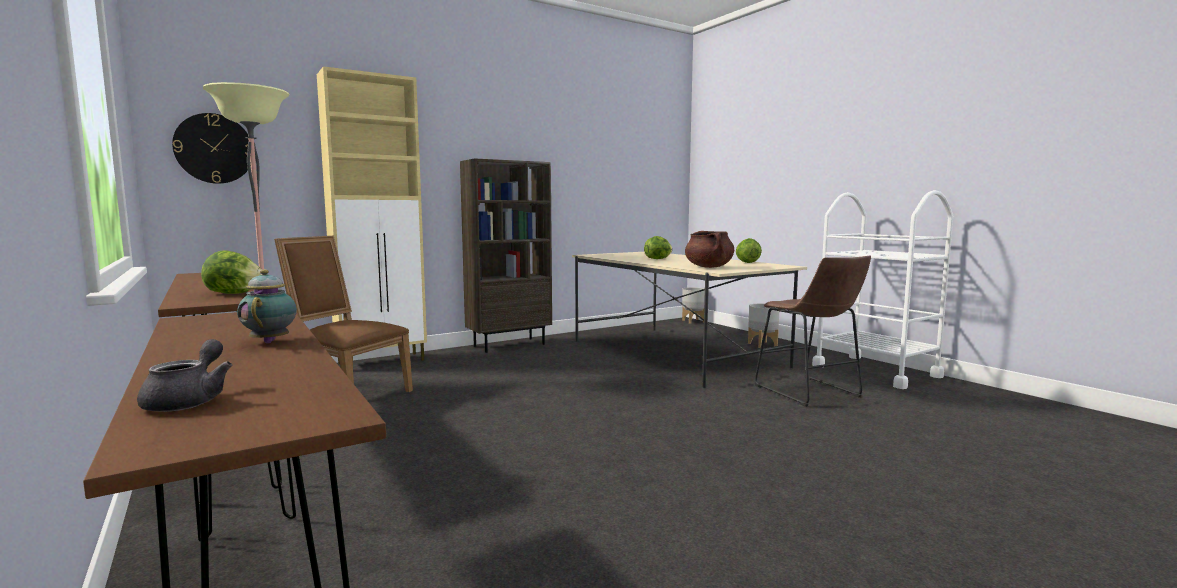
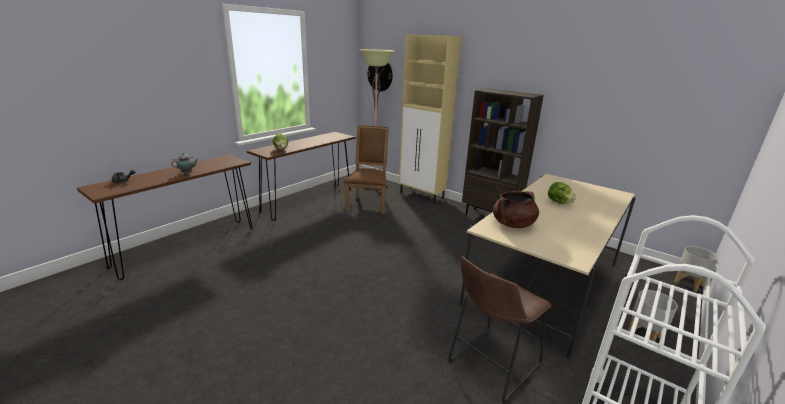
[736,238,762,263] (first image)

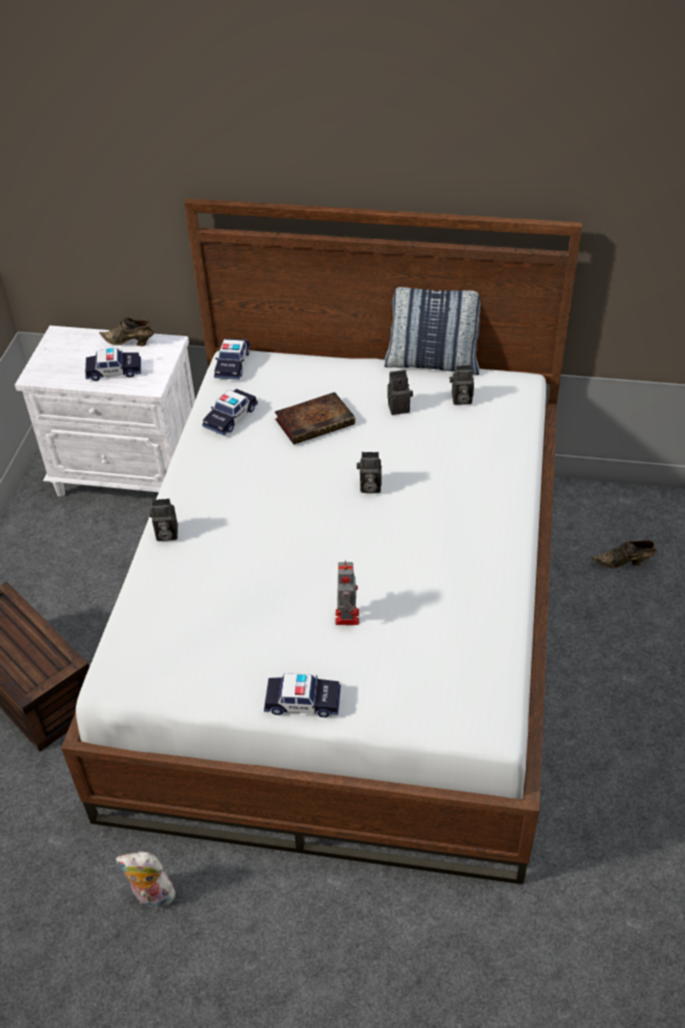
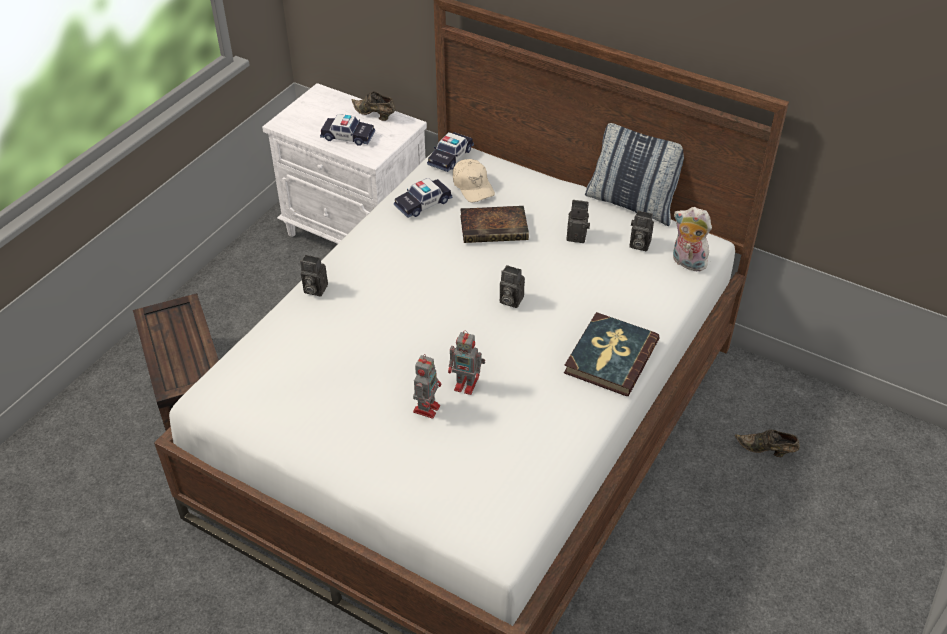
[264,673,341,717] (first image)
[448,330,485,395]
[453,159,495,202]
[564,312,659,396]
[673,207,712,271]

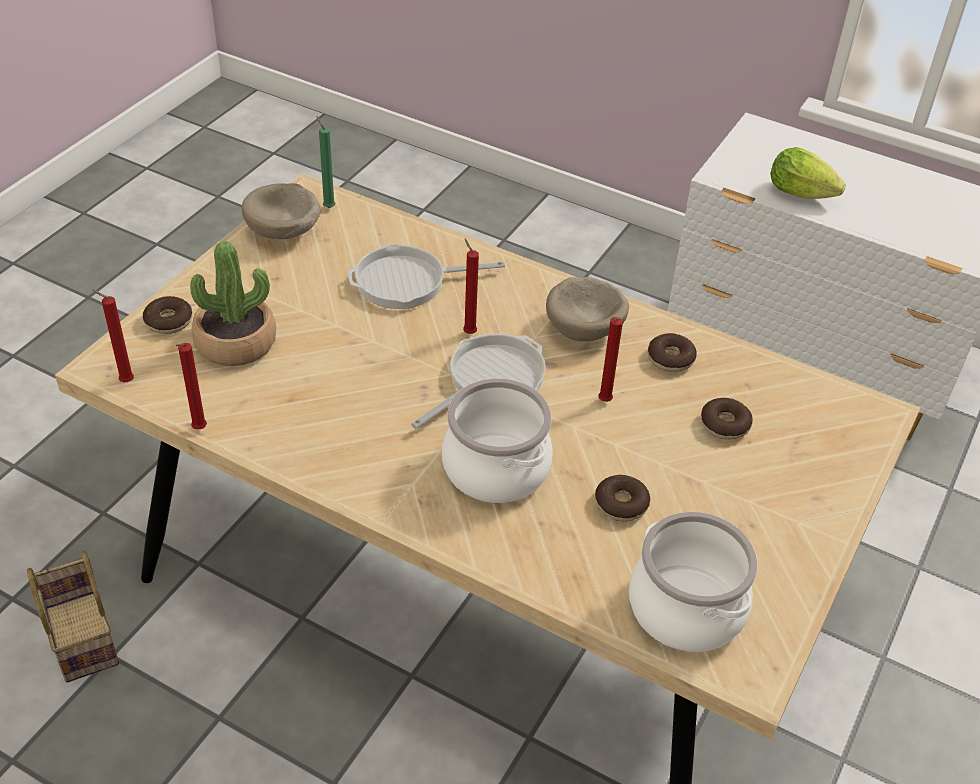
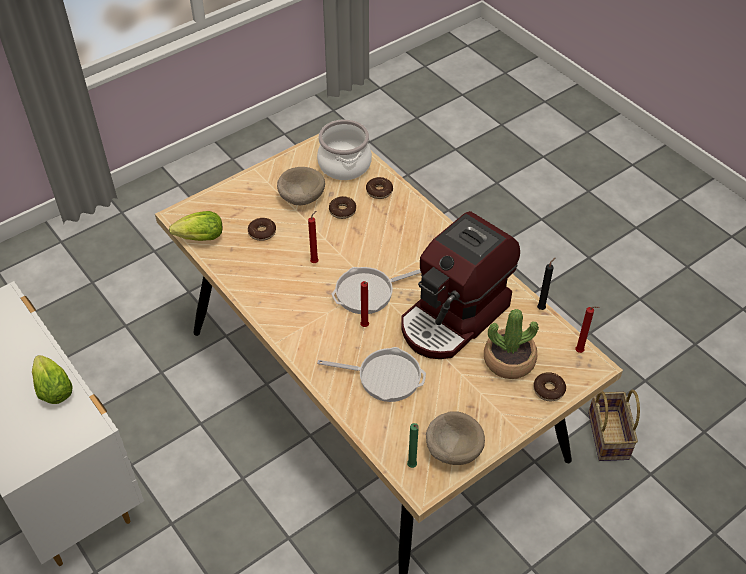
[442,378,553,503] (first image)
[169,211,223,241]
[401,211,520,359]
[277,167,325,205]
[366,177,393,199]
[537,257,556,310]

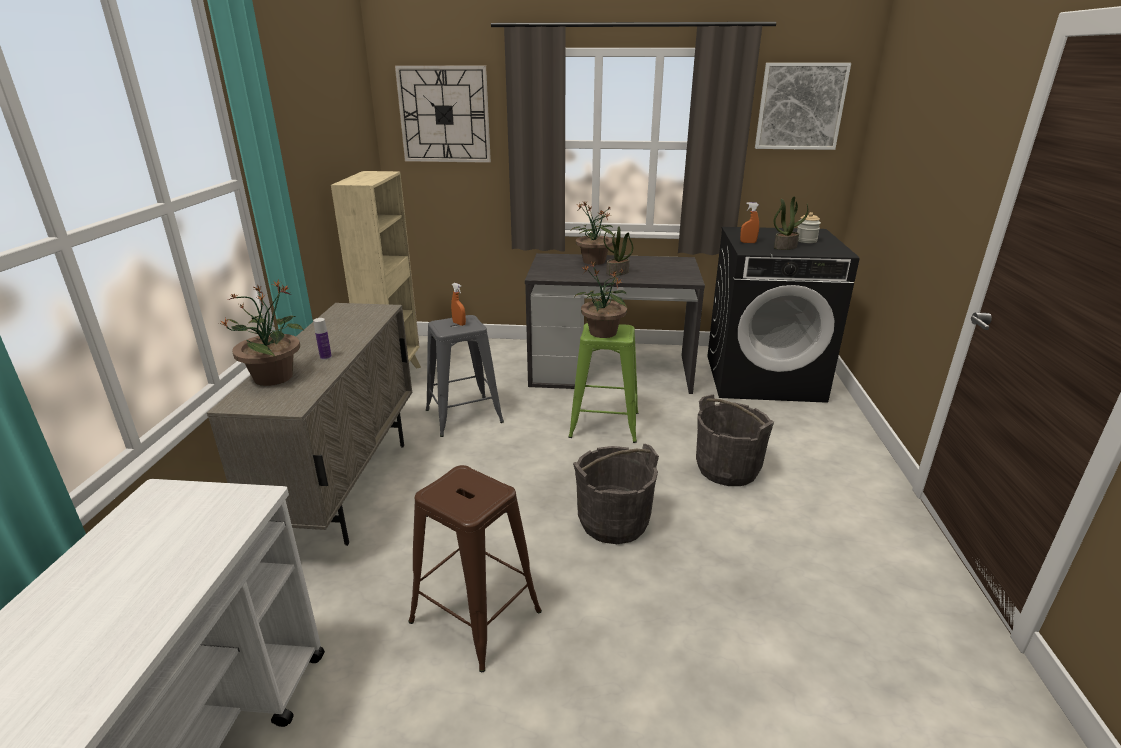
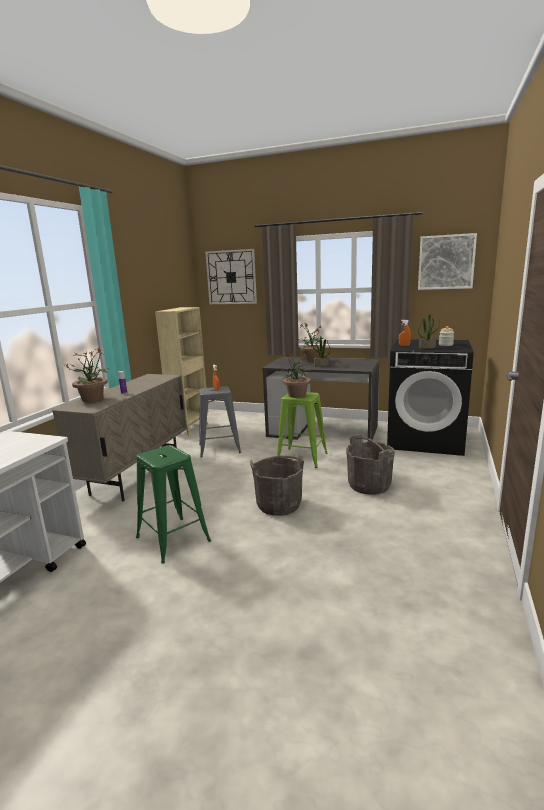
[136,445,211,564]

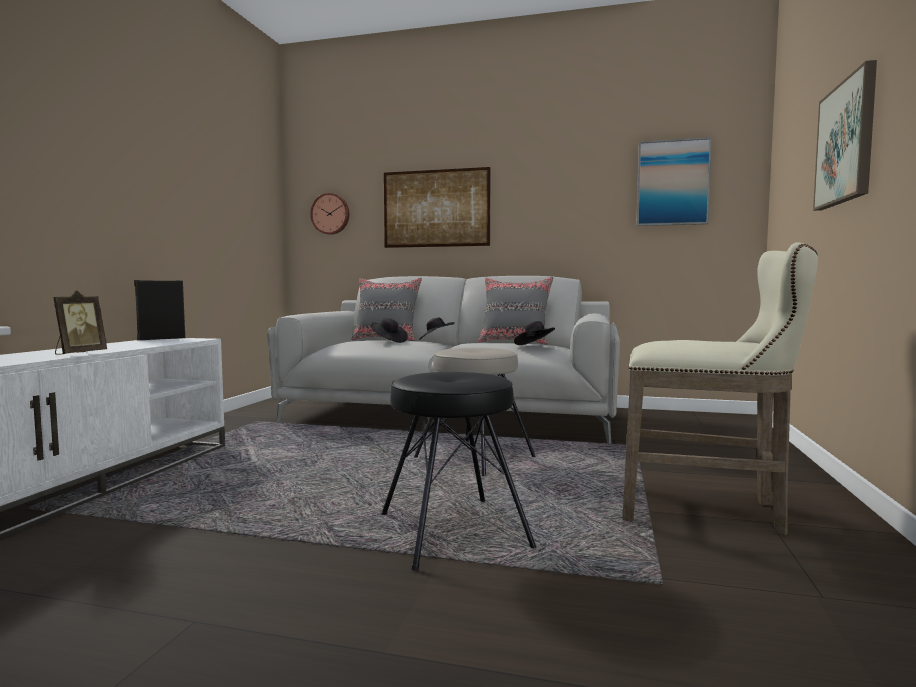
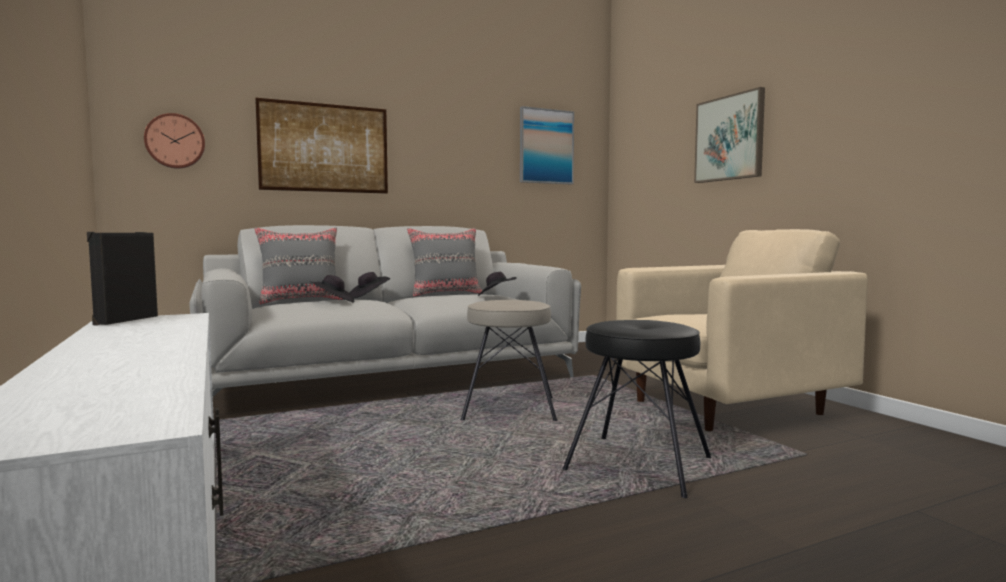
[53,290,107,355] (first image)
[616,229,868,431]

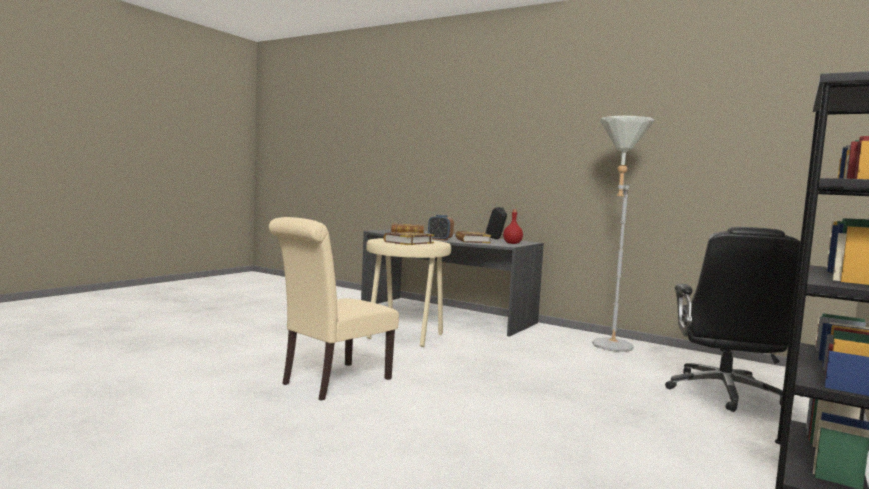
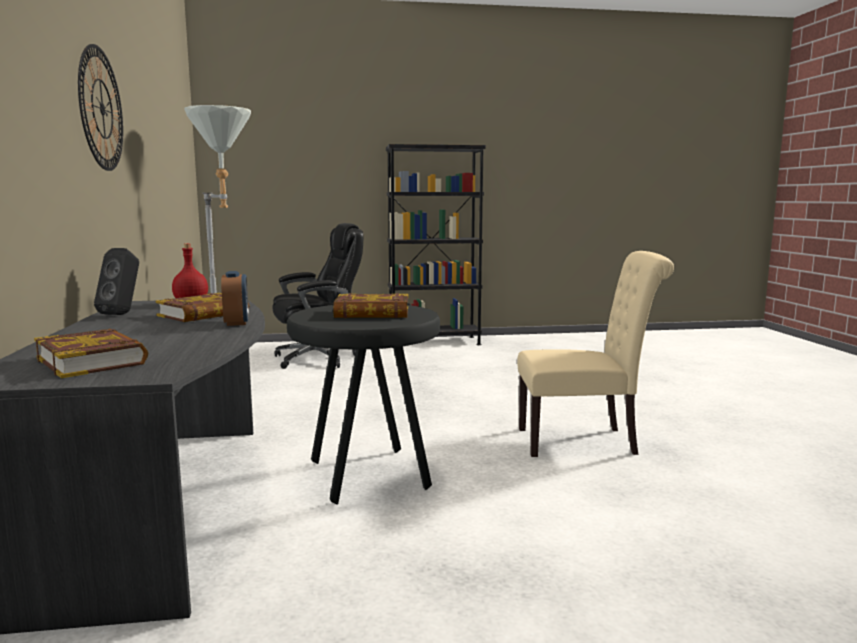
[78,44,123,171]
[287,305,440,505]

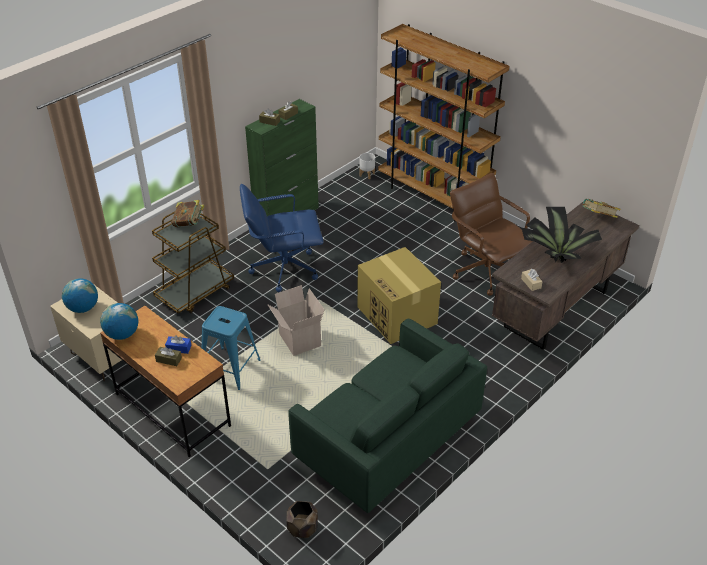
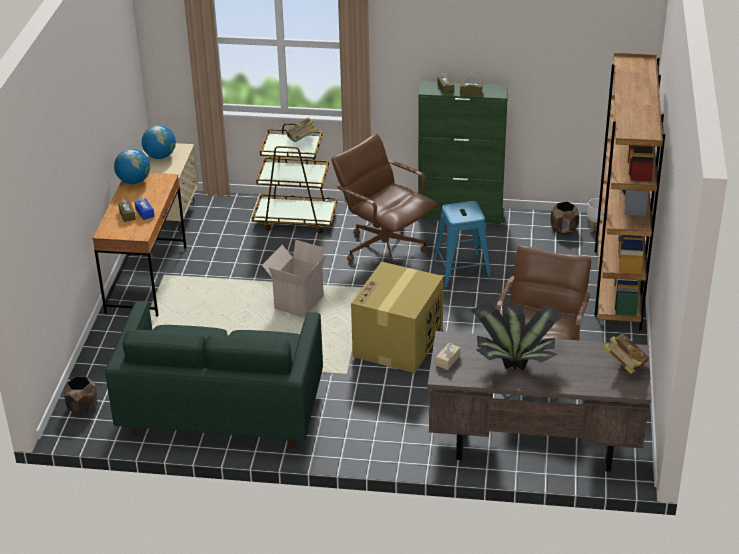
[550,202,579,235]
[433,201,491,288]
[332,134,438,264]

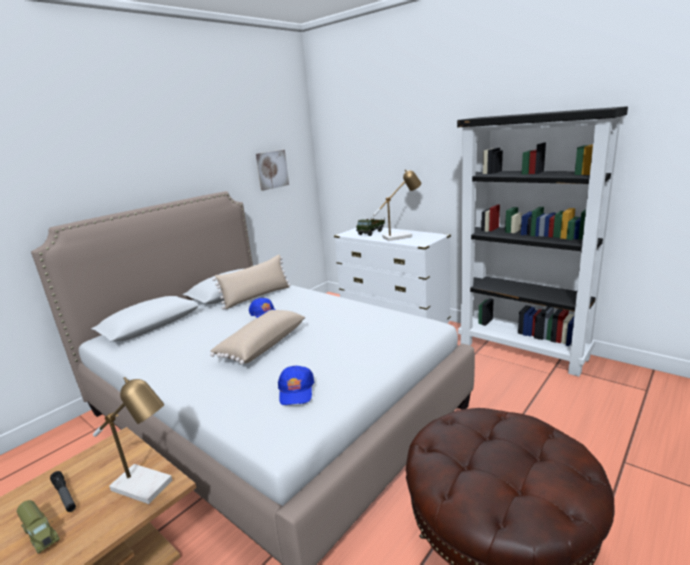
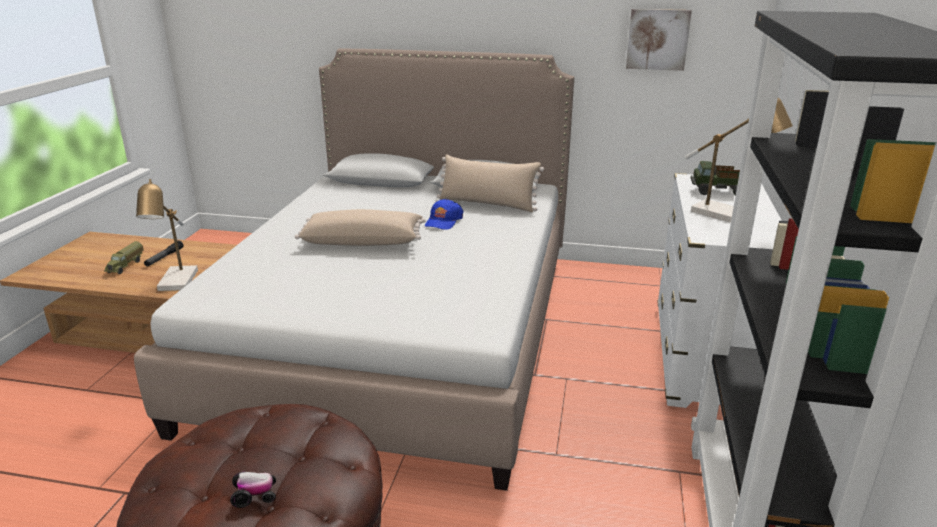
[278,366,315,405] (first image)
[230,472,276,508]

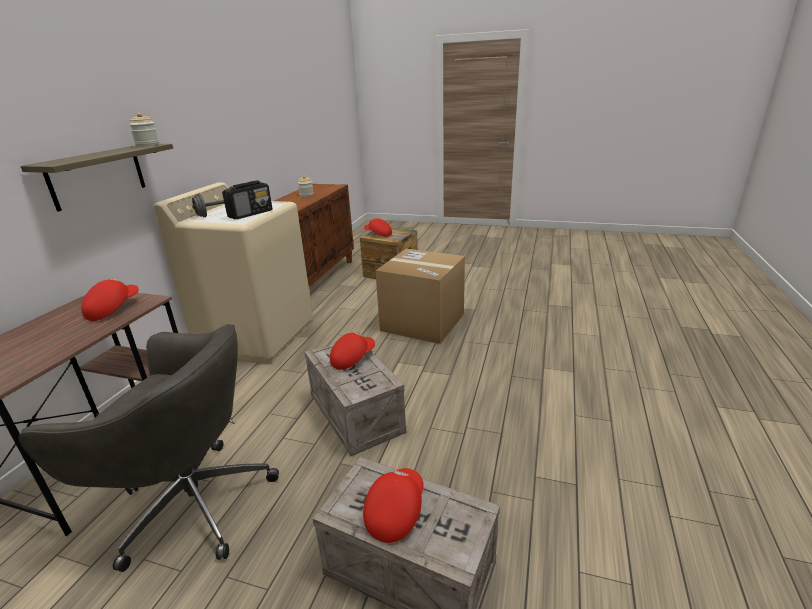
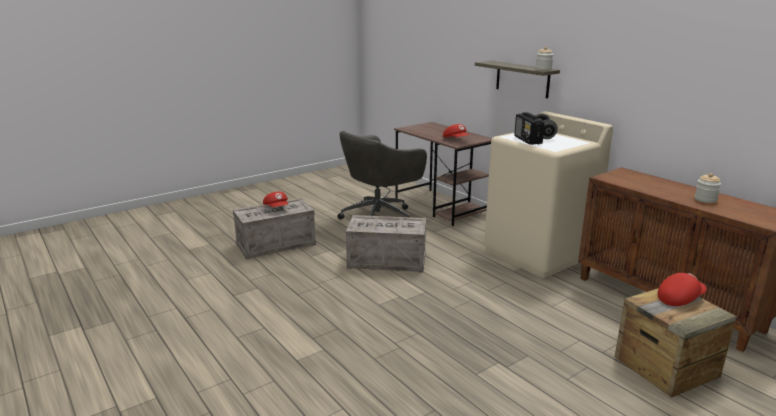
[330,332,375,370] (first image)
[375,248,465,344] (first image)

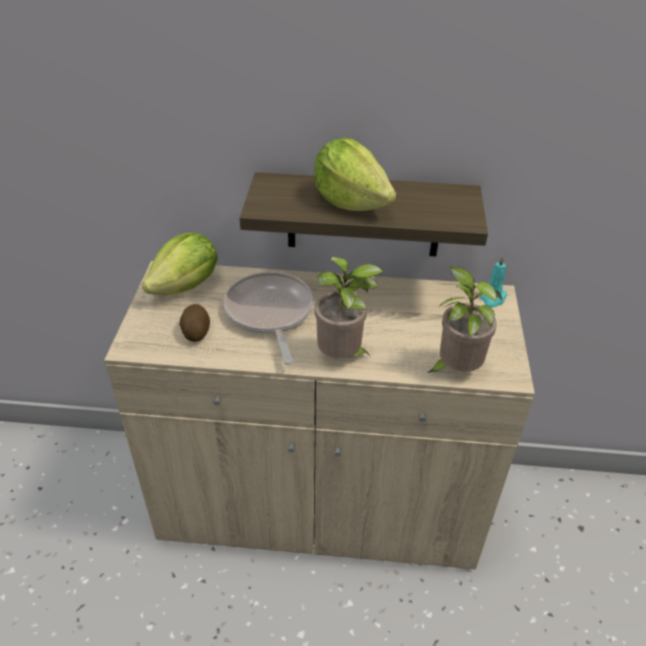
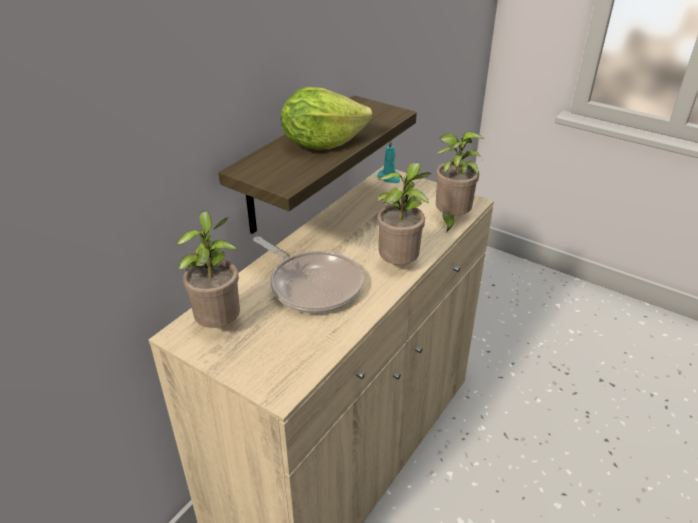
[179,304,210,342] (first image)
[175,211,240,328]
[253,236,363,313]

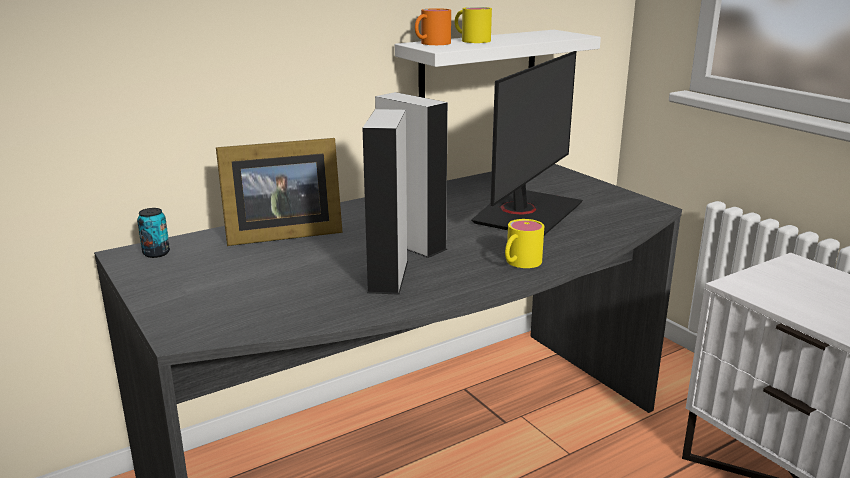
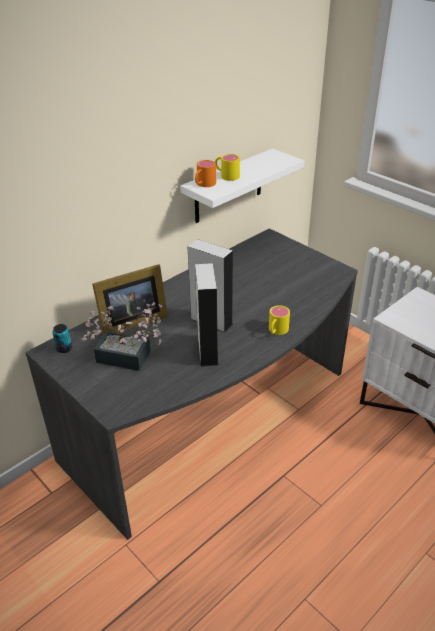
[472,51,583,235] (first image)
[81,302,162,371]

